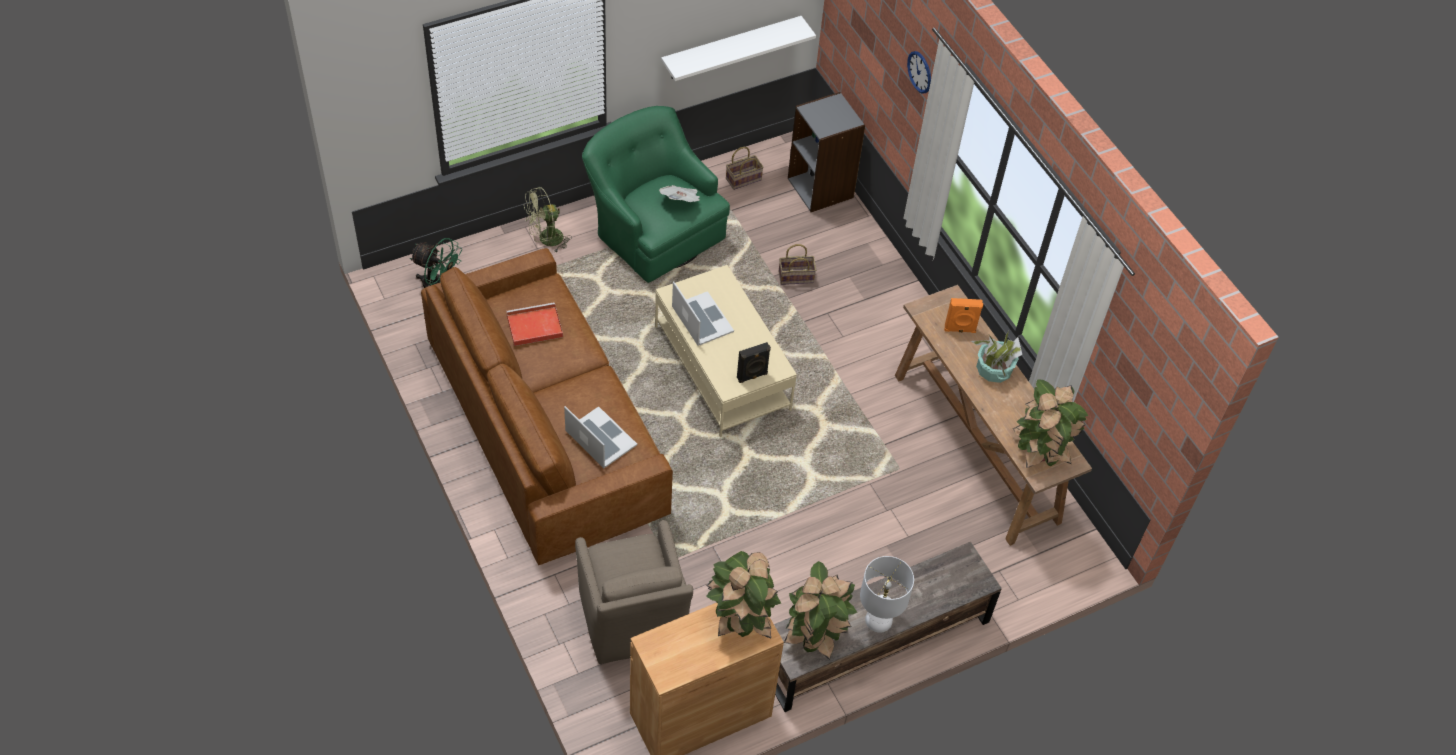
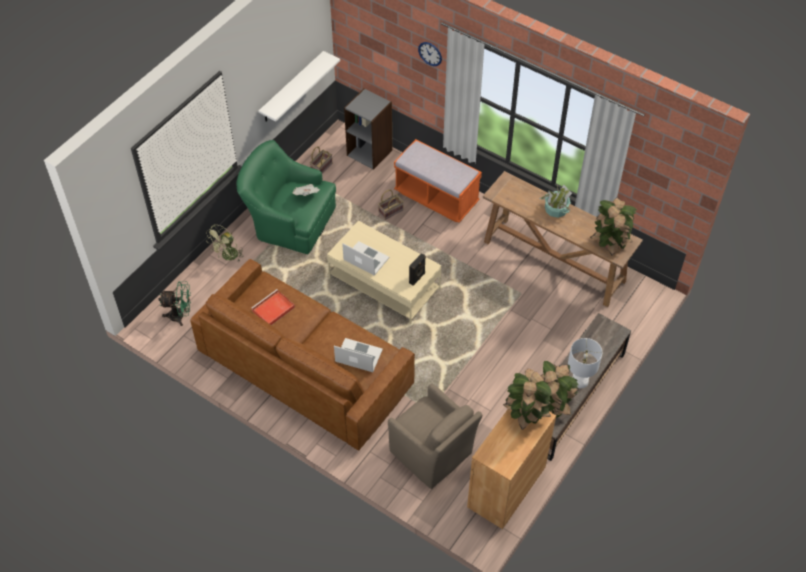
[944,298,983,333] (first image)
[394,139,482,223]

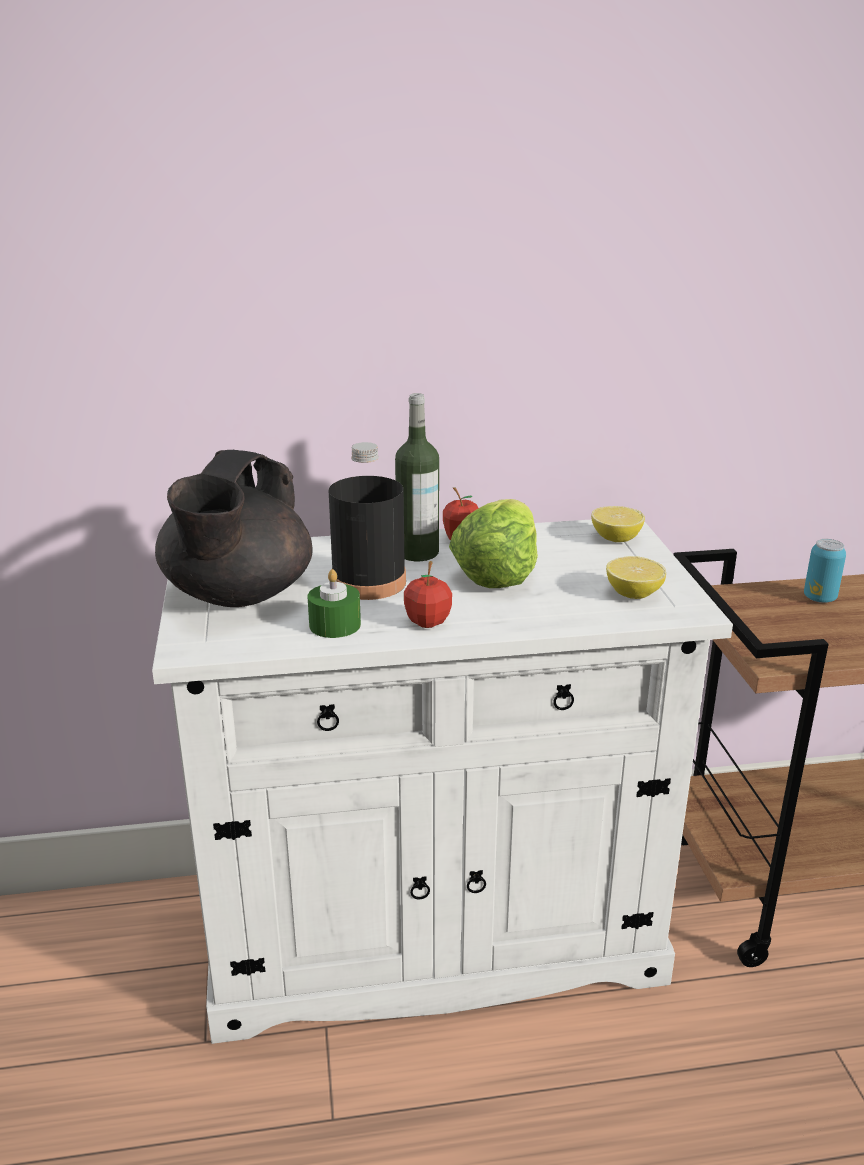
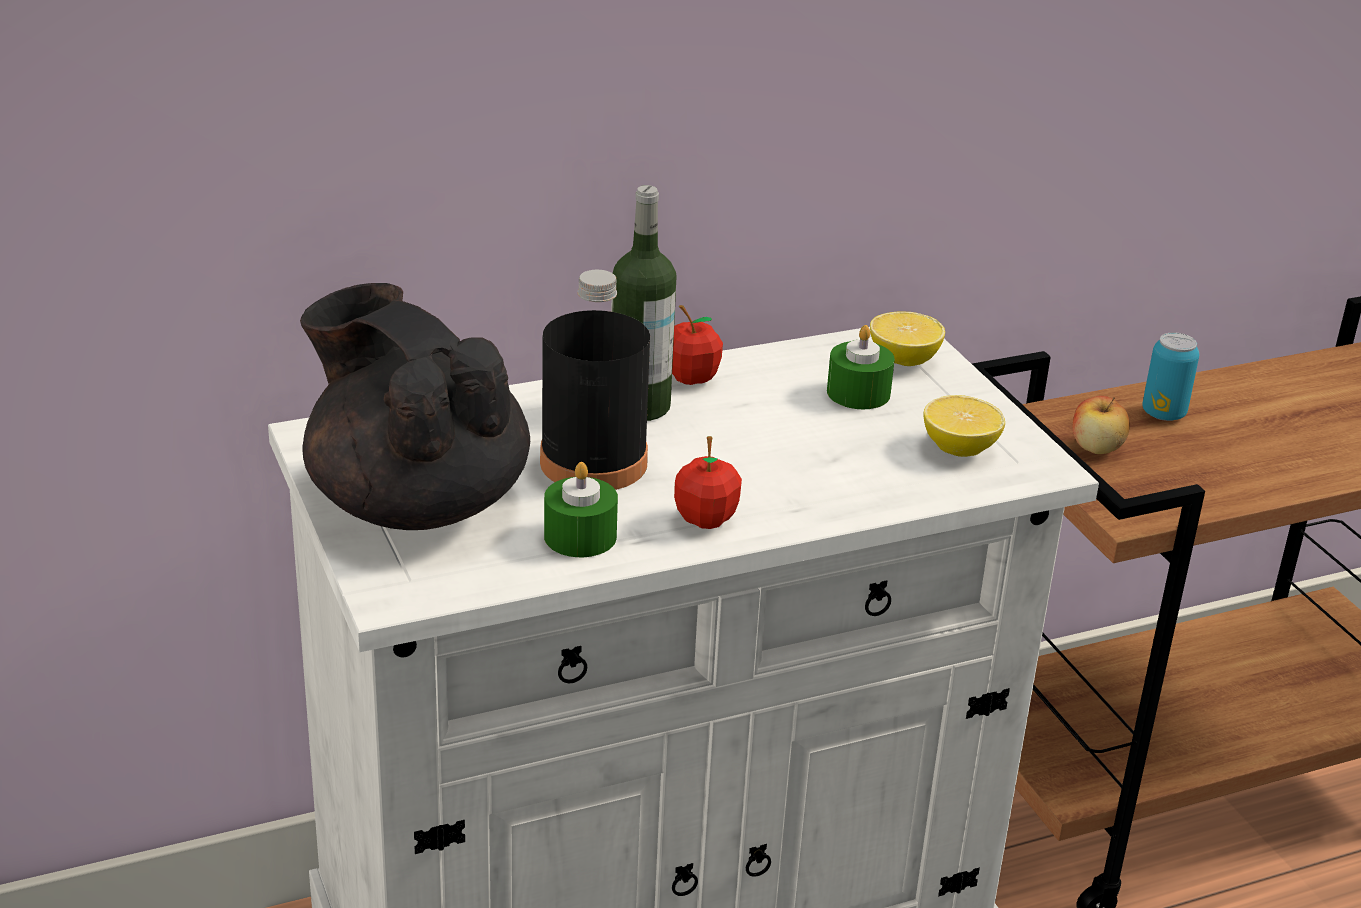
[449,499,538,588] (first image)
[827,325,895,409]
[1073,396,1130,454]
[300,283,530,530]

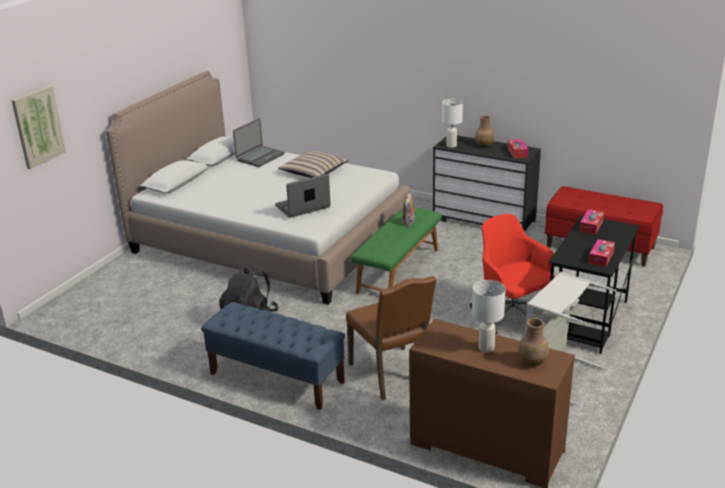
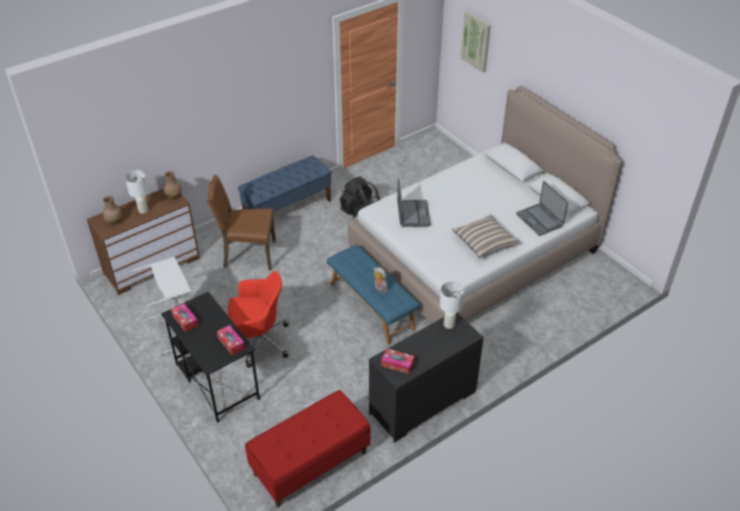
[163,171,182,199]
[327,244,420,345]

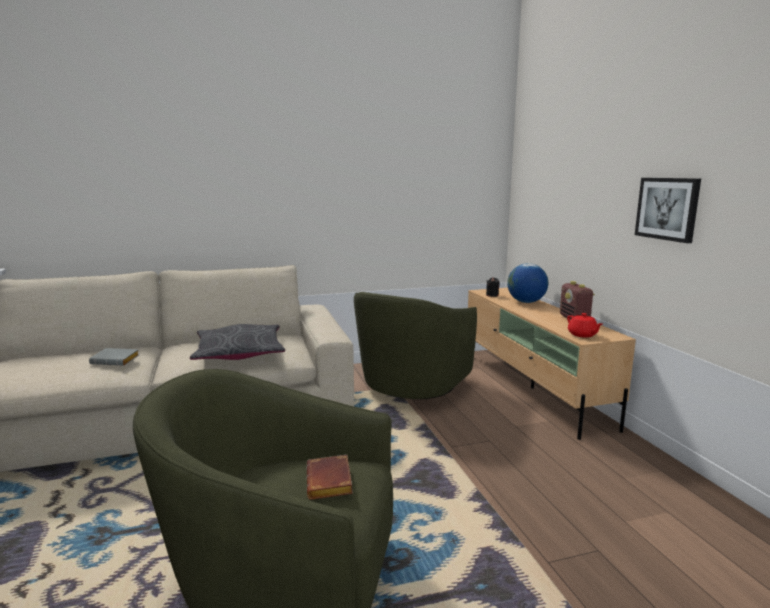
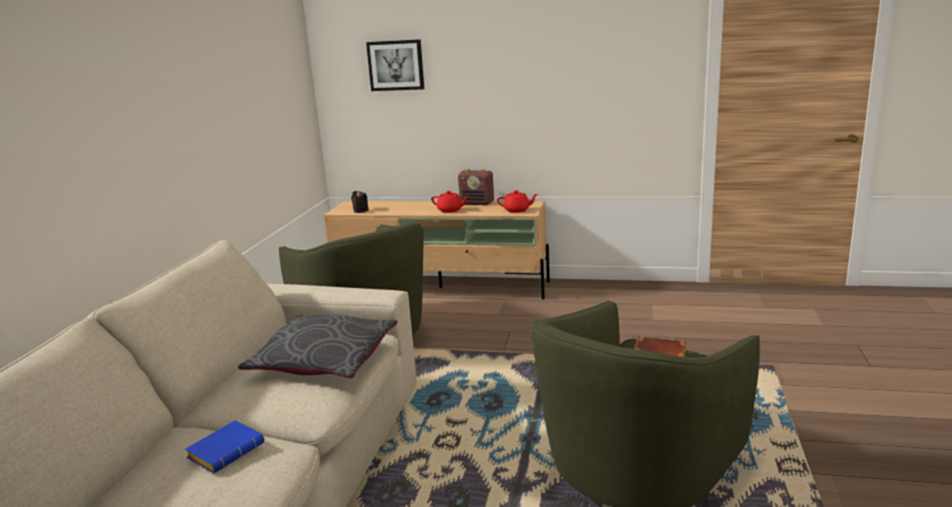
[507,263,548,303] (first image)
[431,191,469,213]
[366,39,424,91]
[185,420,264,474]

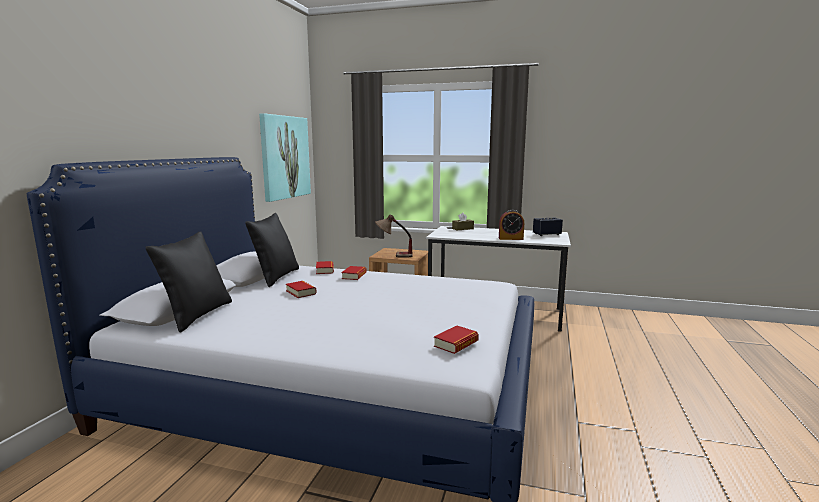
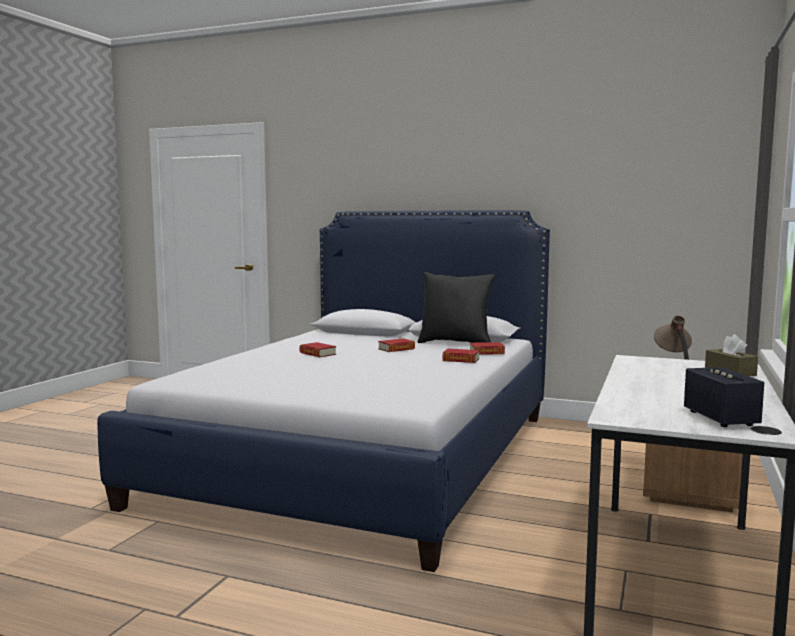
[145,231,232,333] (first image)
[259,113,311,202] (first image)
[499,210,524,240] (first image)
[299,342,336,357]

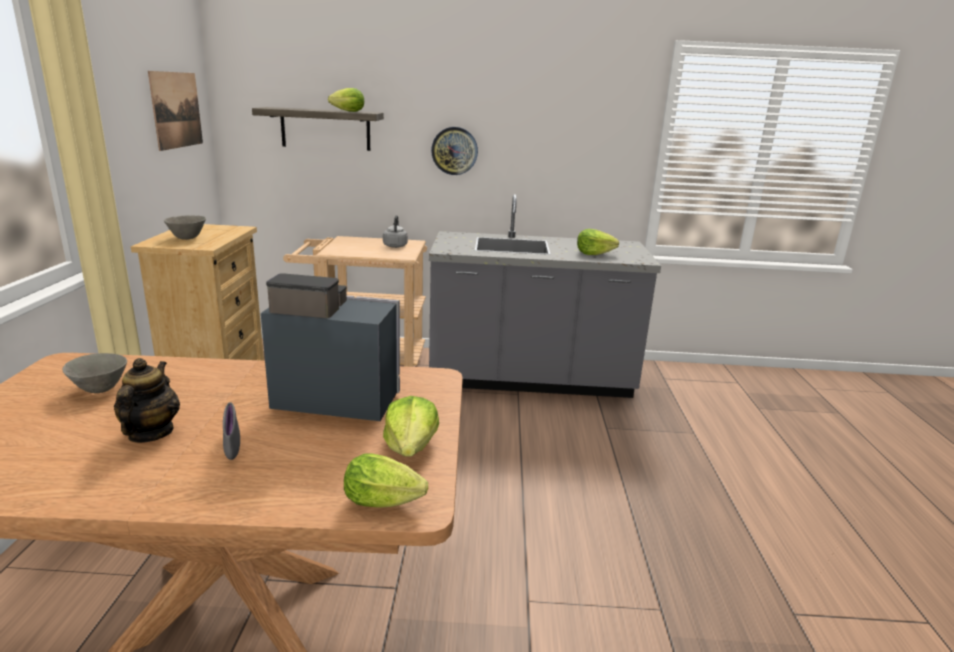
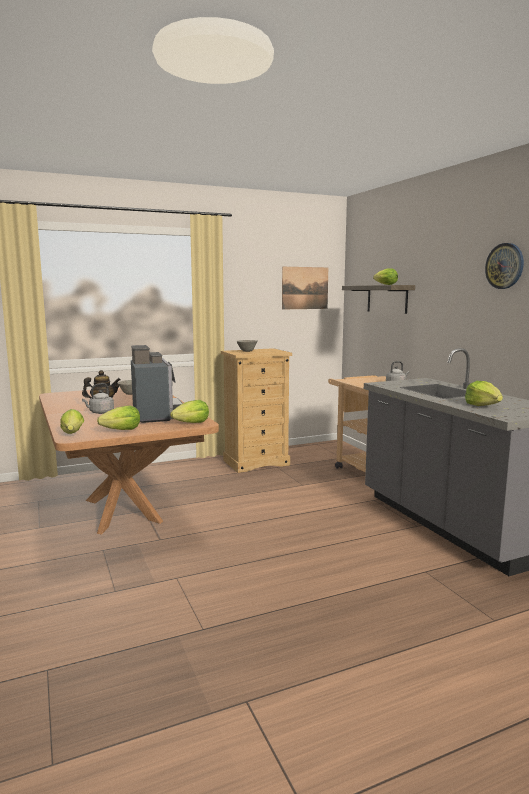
[170,400,209,423]
[485,243,524,289]
[82,383,114,414]

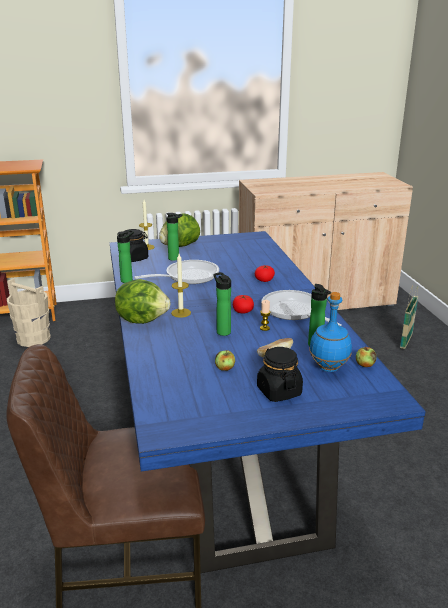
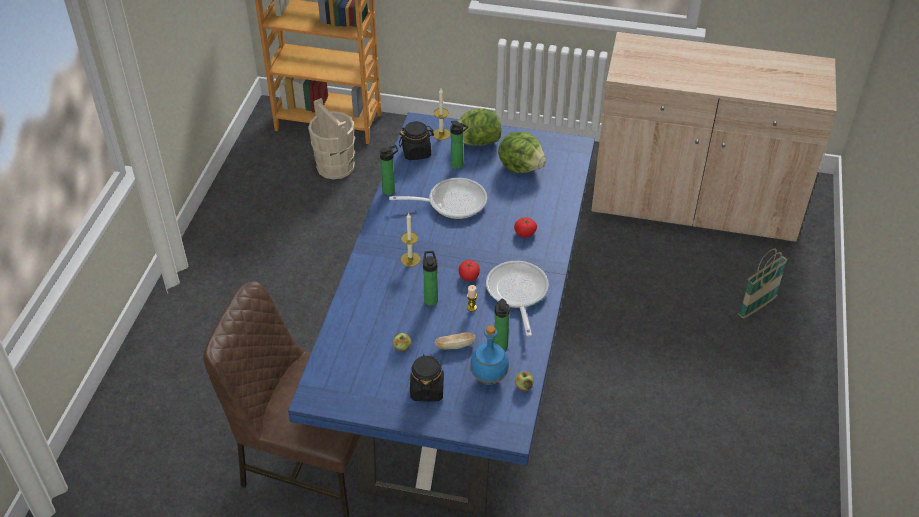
[498,132,546,173]

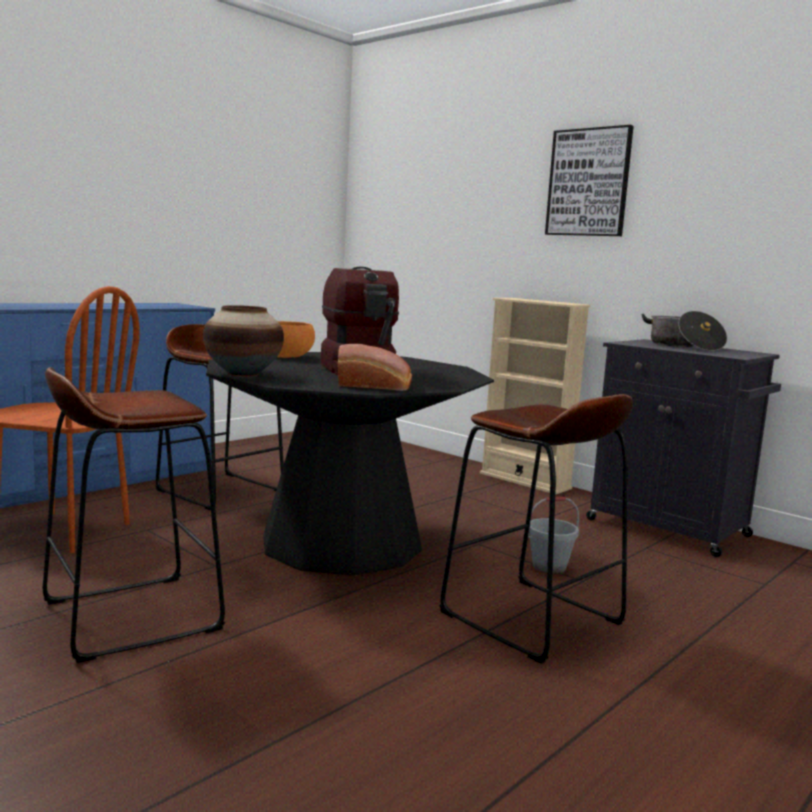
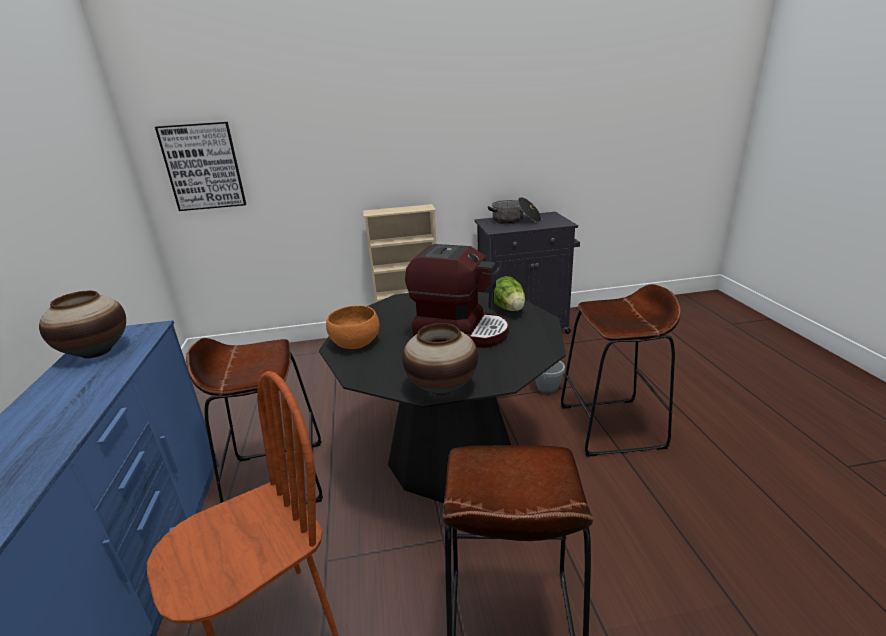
[338,344,412,391] (first image)
[39,291,126,359]
[494,276,525,311]
[155,122,246,211]

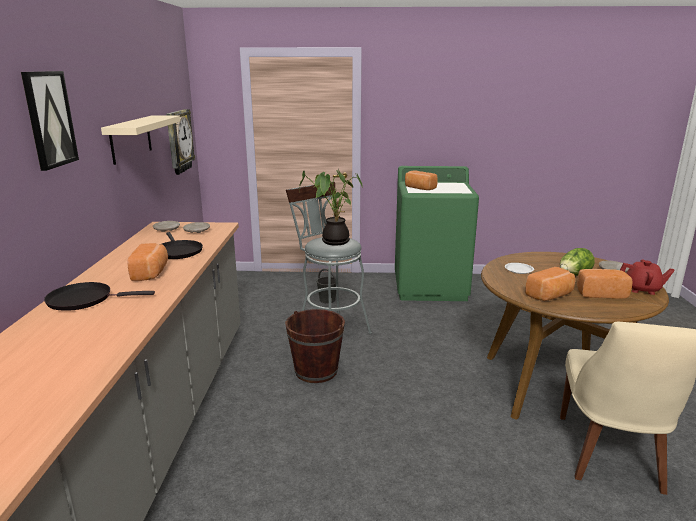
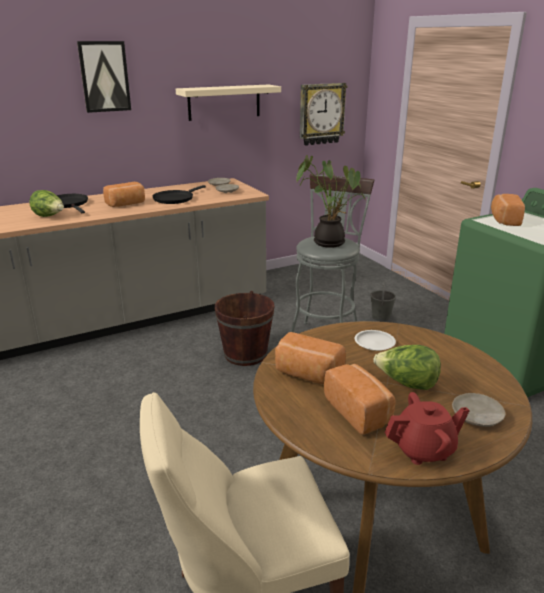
[29,190,64,217]
[385,392,470,465]

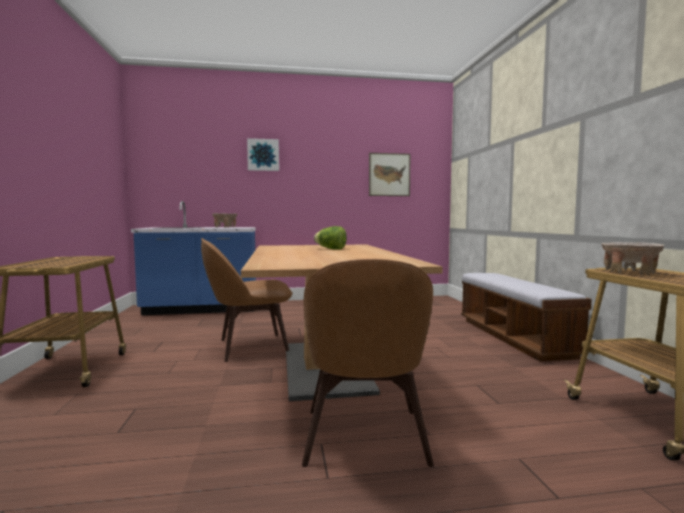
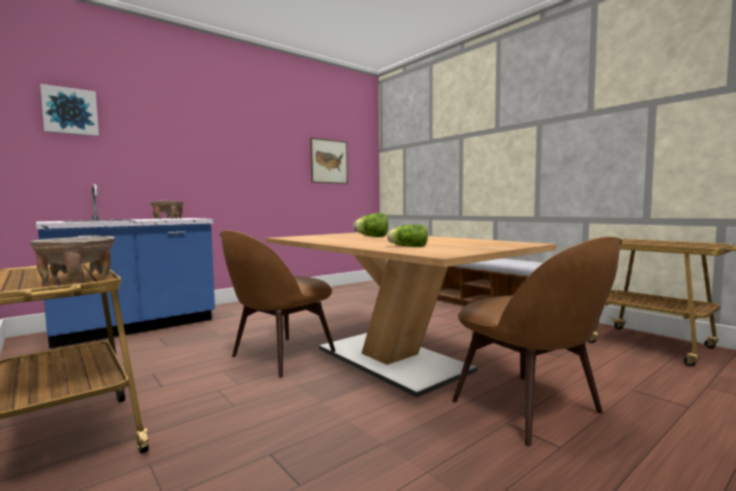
[387,224,428,247]
[40,84,99,136]
[30,236,115,283]

